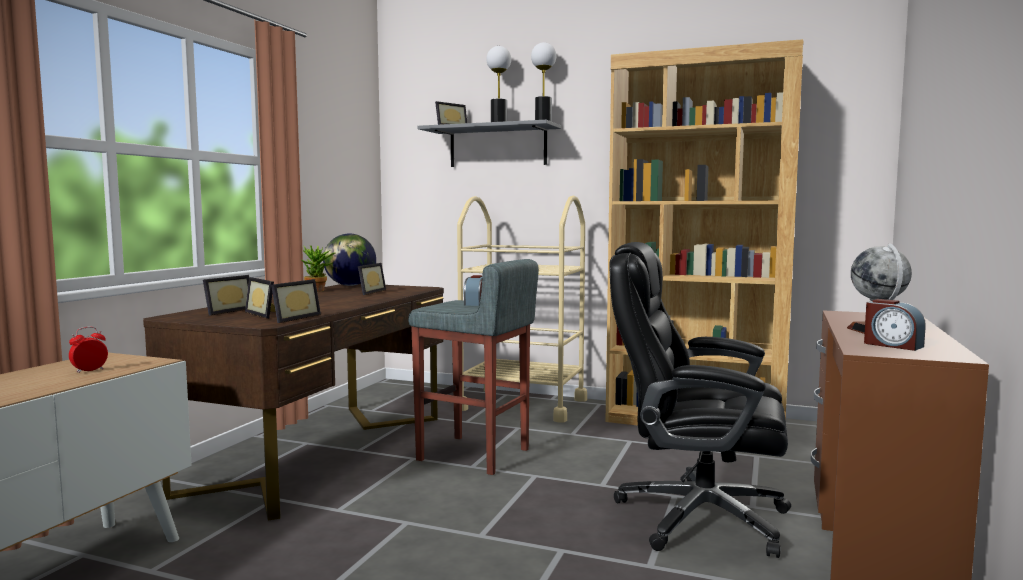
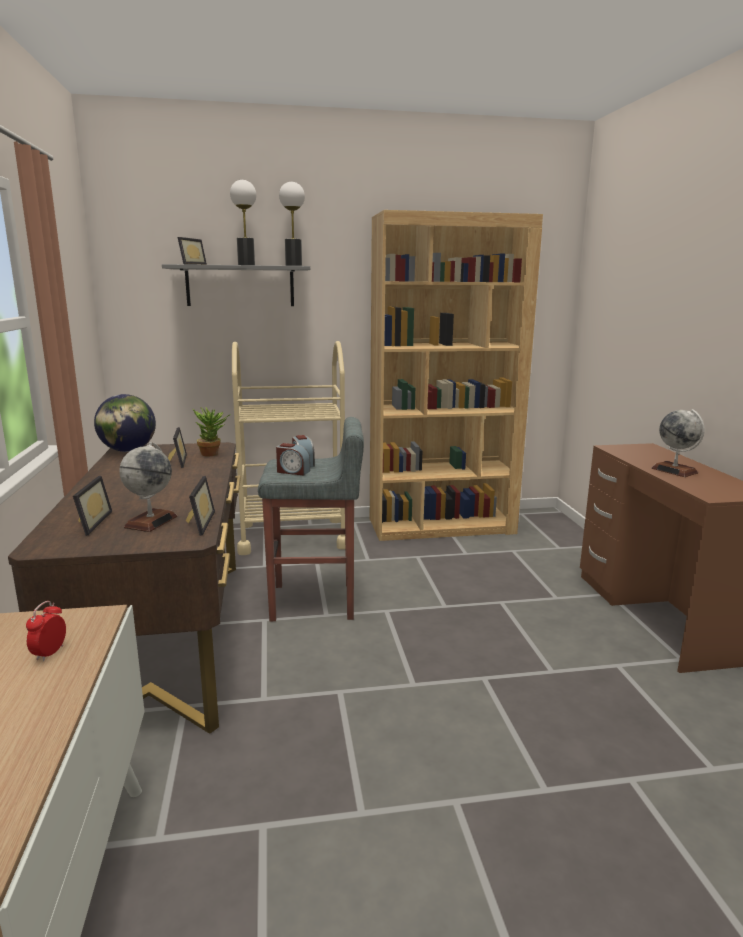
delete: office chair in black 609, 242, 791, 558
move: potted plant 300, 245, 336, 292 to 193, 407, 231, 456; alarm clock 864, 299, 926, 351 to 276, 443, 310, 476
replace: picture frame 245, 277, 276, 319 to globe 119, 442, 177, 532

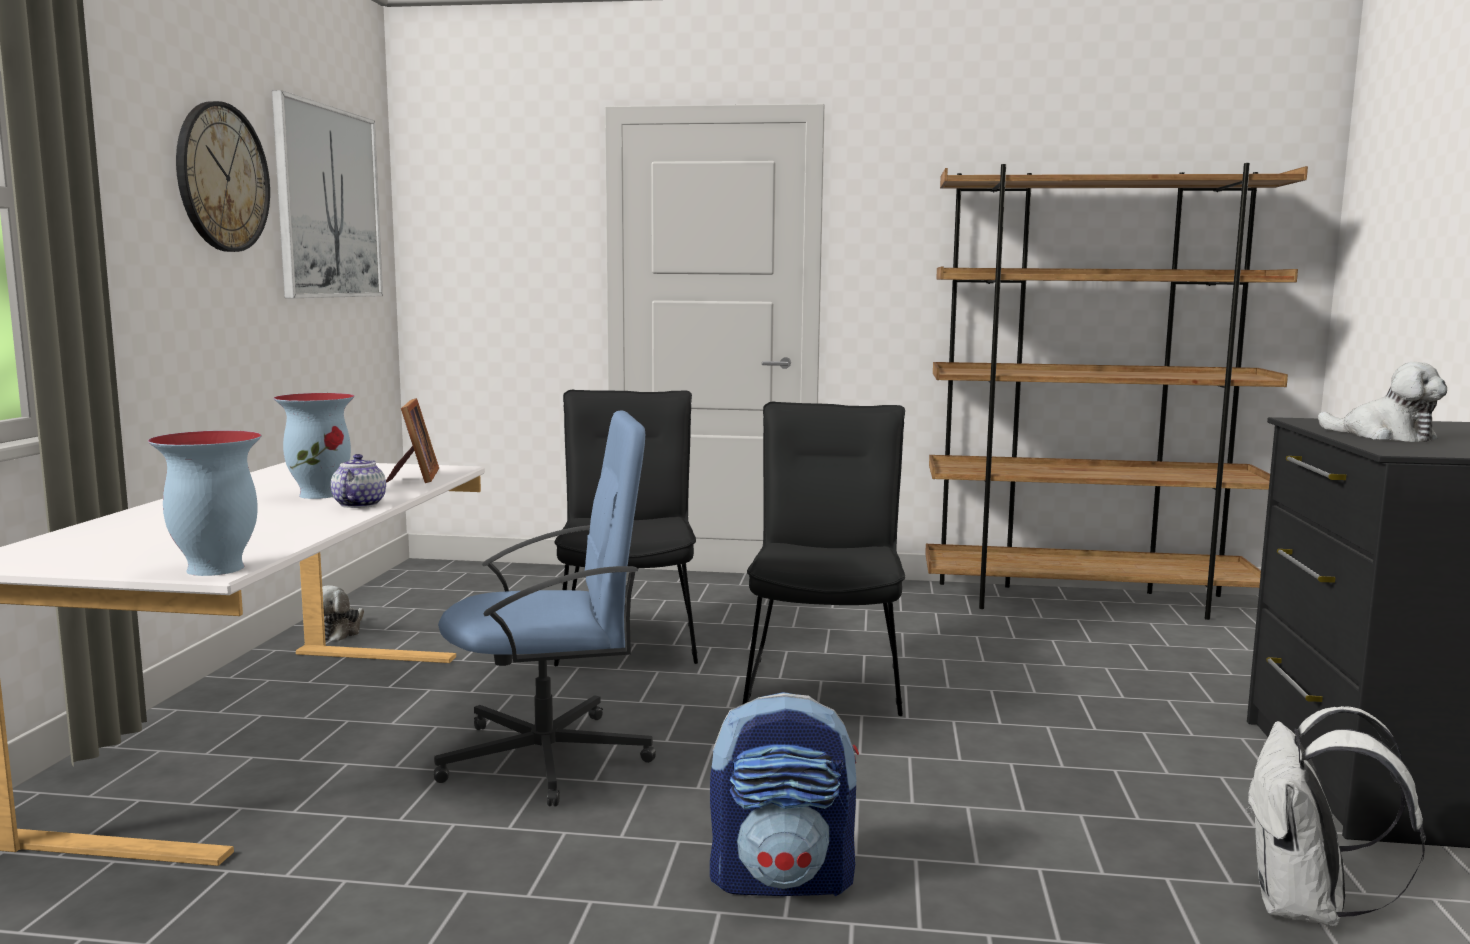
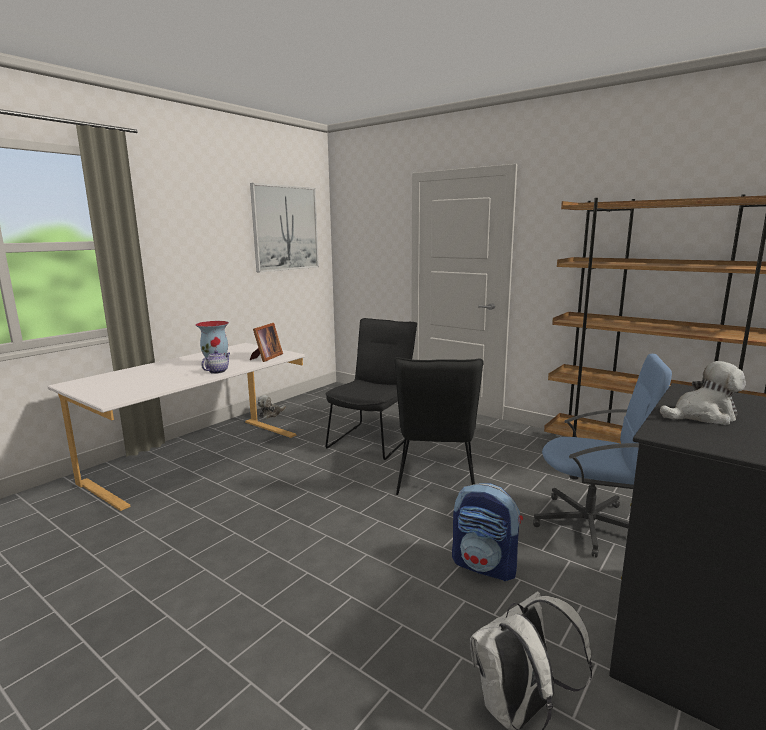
delete: vase 148, 430, 262, 576; wall clock 176, 101, 270, 252
move: office chair in blue 434, 411, 656, 807 to 533, 354, 672, 558; backpack 710, 692, 859, 896 to 452, 483, 523, 581
rotate: chair in black 742, 402, 905, 716 = 394, 357, 484, 495 150 degrees clockwise; plush toy 1318, 362, 1447, 442 = 660, 361, 746, 425 90 degrees counterclockwise

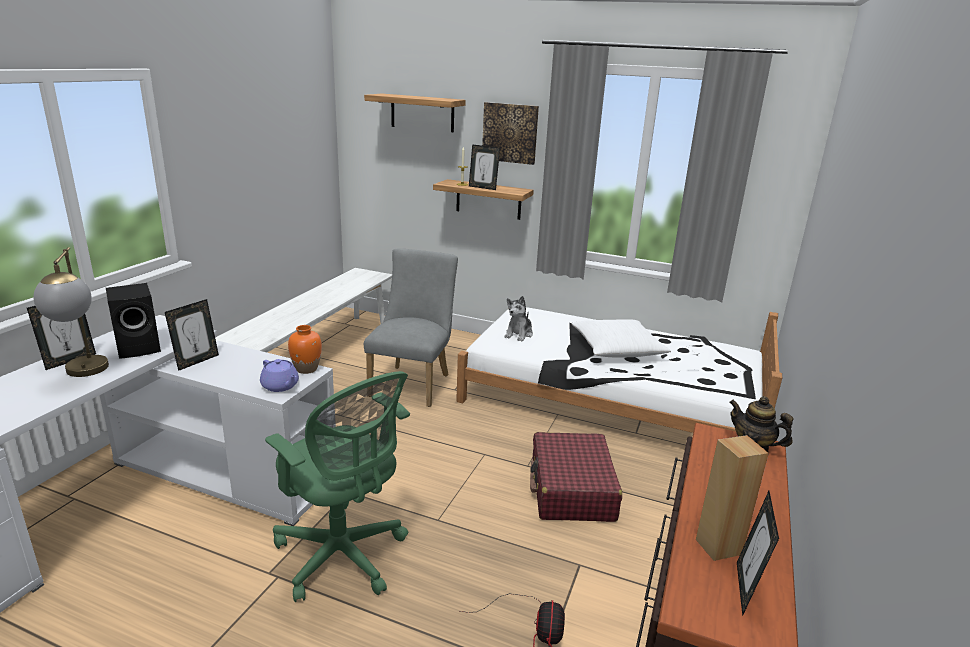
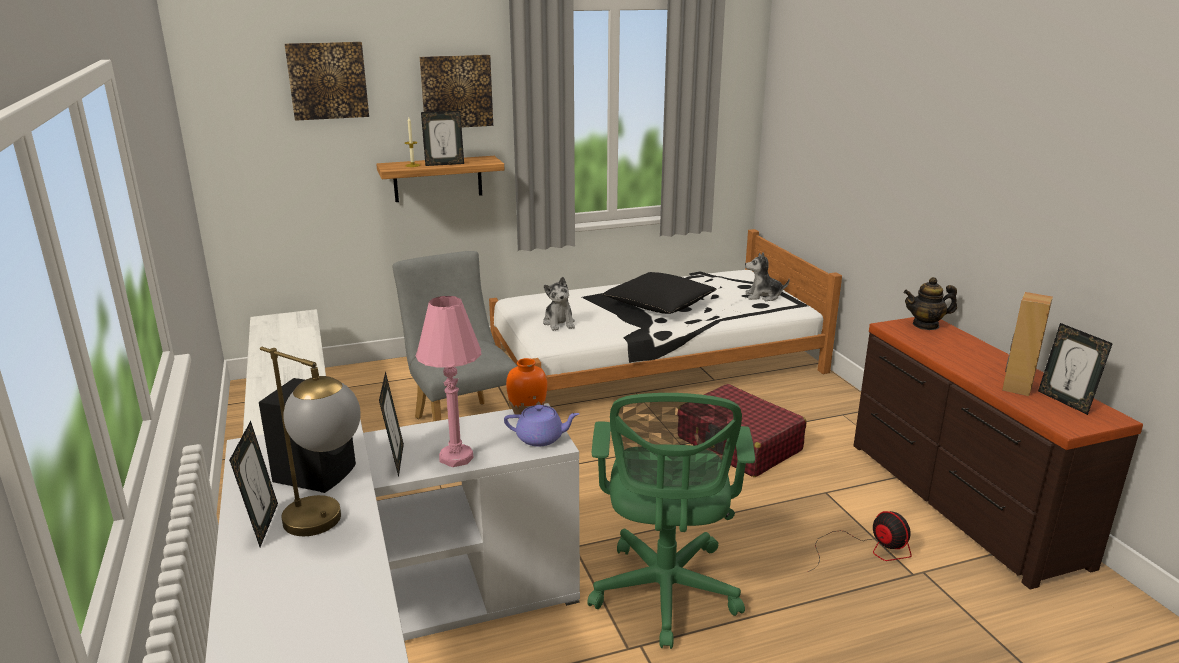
insert: table lamp in pink 416, 296, 482, 467; plush toy 745, 253, 790, 301
replace: shelf 364, 94, 466, 132 to picture 285, 42, 369, 121
recolor: pillow in white 572, 319, 671, 358 to pillow in black 603, 272, 716, 314
rotate: office chair in green 265, 371, 410, 602 = 587, 393, 755, 649 90 degrees clockwise

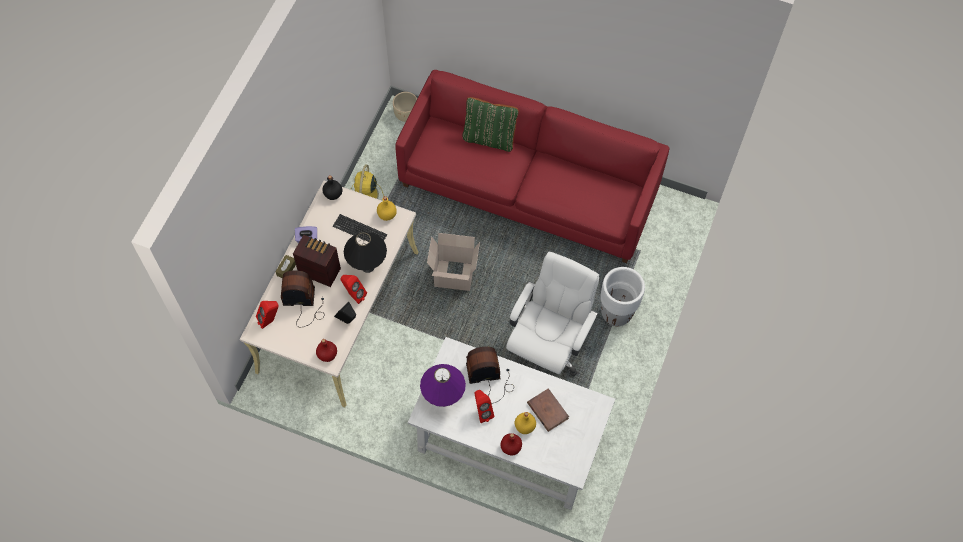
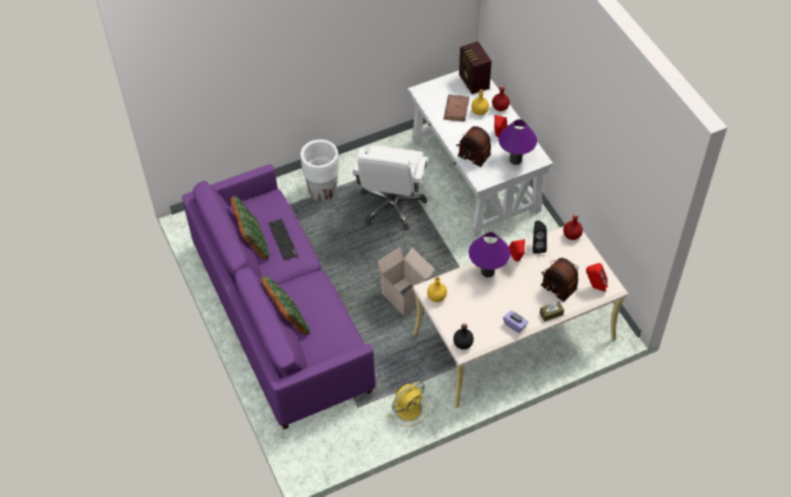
delete: planter in beige 393, 92, 417, 122
insert: pillow in green 231, 196, 270, 260
move: radio 293, 235, 341, 287 to 459, 41, 492, 94; keyboard 333, 214, 387, 242 to 268, 218, 298, 260
recolor: table lamp in black 344, 232, 387, 273 to table lamp in purple 469, 232, 510, 277; sofa in red 395, 70, 669, 263 to sofa in purple 182, 164, 376, 429
rotate: office chair in white 506, 252, 599, 376 = 353, 145, 427, 230 60 degrees counterclockwise

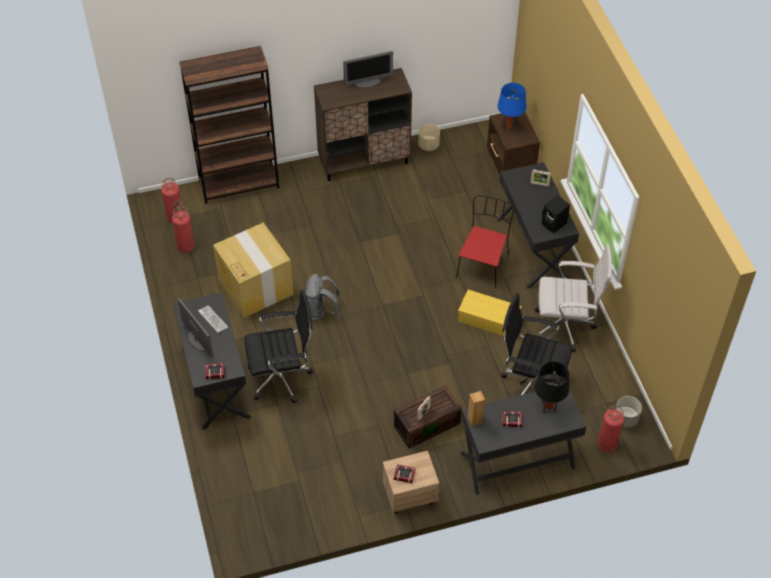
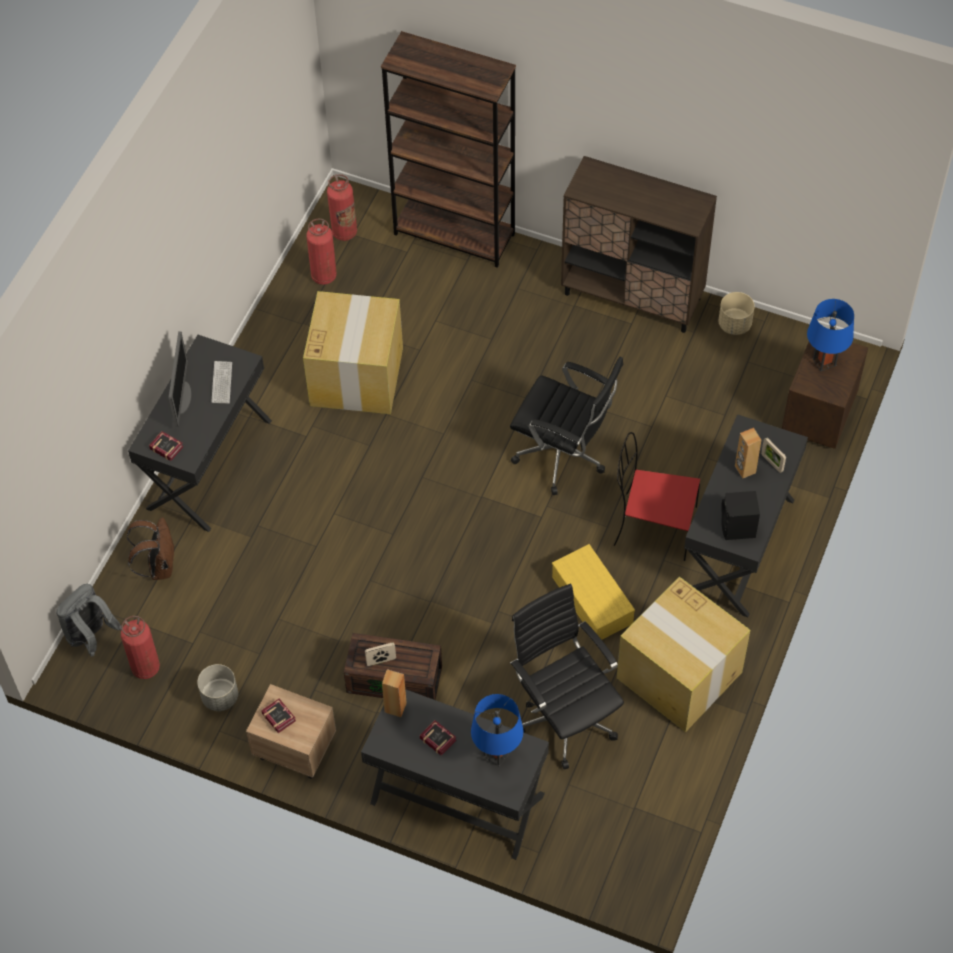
delete: monitor 343, 51, 393, 88
insert: backpack in brown 127, 517, 174, 580; speaker in brown 735, 428, 761, 479
move: office chair in black 244, 289, 313, 403 to 510, 357, 623, 495; backpack in grey 305, 274, 339, 321 to 56, 584, 122, 657; fire extinguisher 597, 406, 624, 452 to 121, 616, 160, 679; planter in grey 616, 396, 642, 428 to 197, 664, 238, 711
replace: office chair in white 535, 244, 612, 353 to cardboard box 617, 577, 750, 732
recolor: table lamp in black 535, 362, 569, 413 to table lamp in blue 471, 694, 523, 767
rotate: chair in red 456, 195, 514, 289 = 614, 432, 700, 561 135 degrees counterclockwise

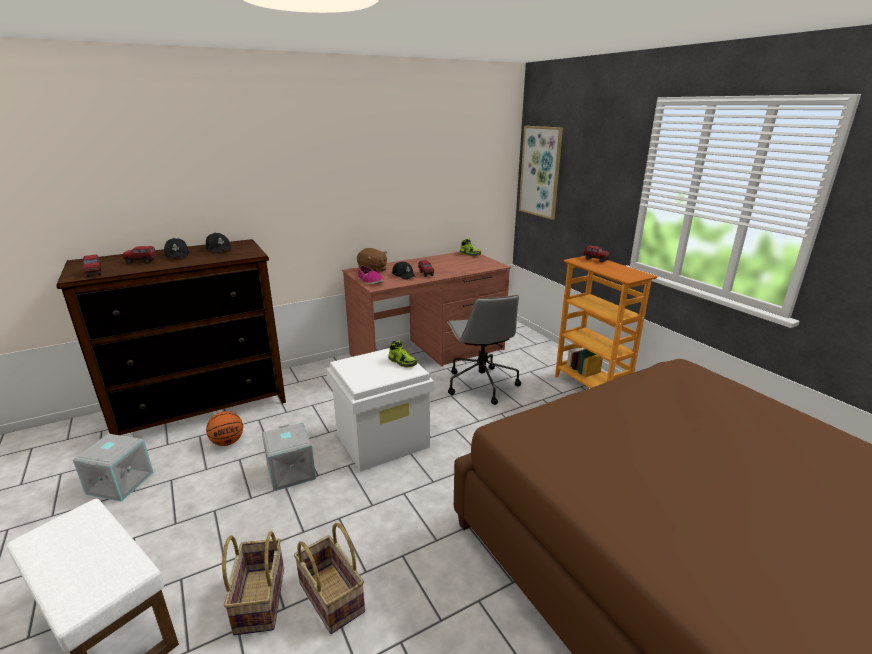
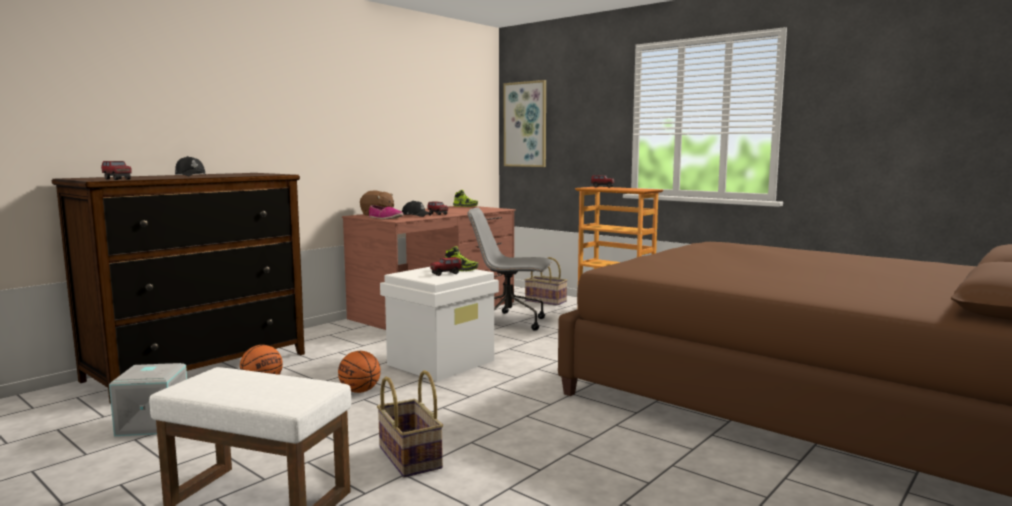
delete: cap in black 206, 233, 231, 253
move: toy truck 122, 246, 157, 264 to 430, 257, 462, 276; basket 294, 523, 365, 634 to 525, 257, 567, 305
replace: storage box in grey 262, 423, 316, 491 to basketball 338, 351, 381, 393
rotate: office chair in grey 447, 295, 521, 405 = 468, 208, 552, 331 135 degrees clockwise

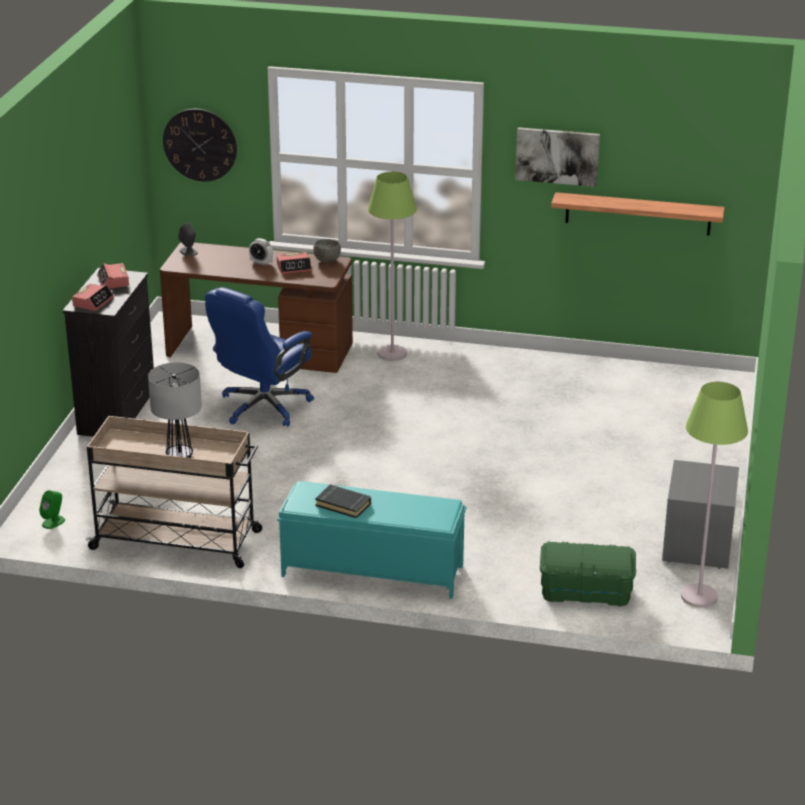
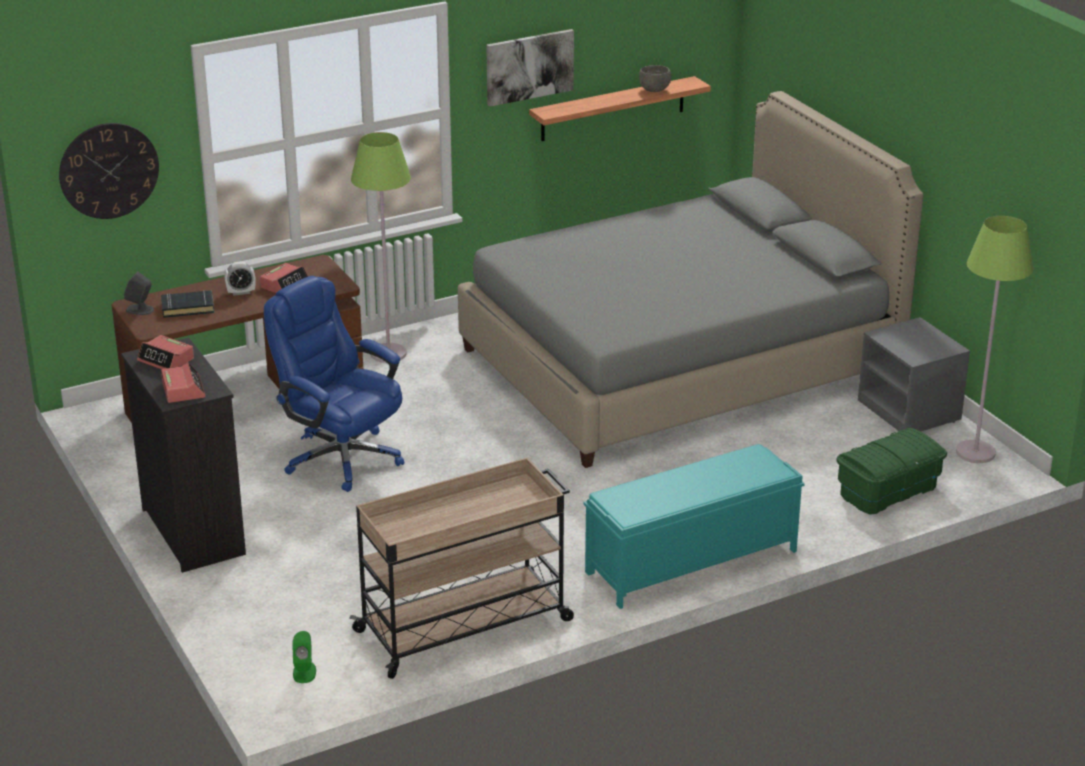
delete: table lamp 148, 362, 202, 458
insert: bed in grey 458, 91, 923, 468
move: bowl in grey 313, 239, 341, 263 to 639, 65, 671, 92; book in black 315, 485, 371, 518 to 161, 290, 215, 318
rotate: office chair in blue 205, 287, 314, 427 = 264, 276, 404, 492 135 degrees clockwise

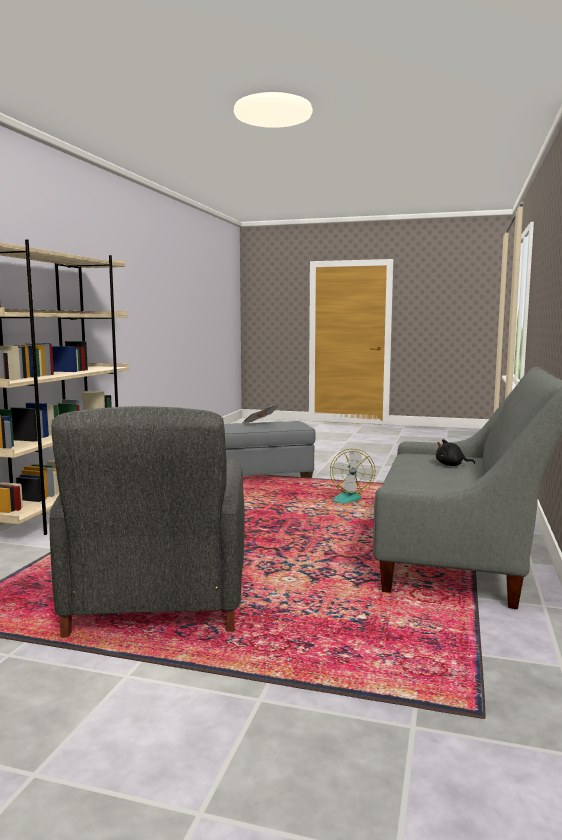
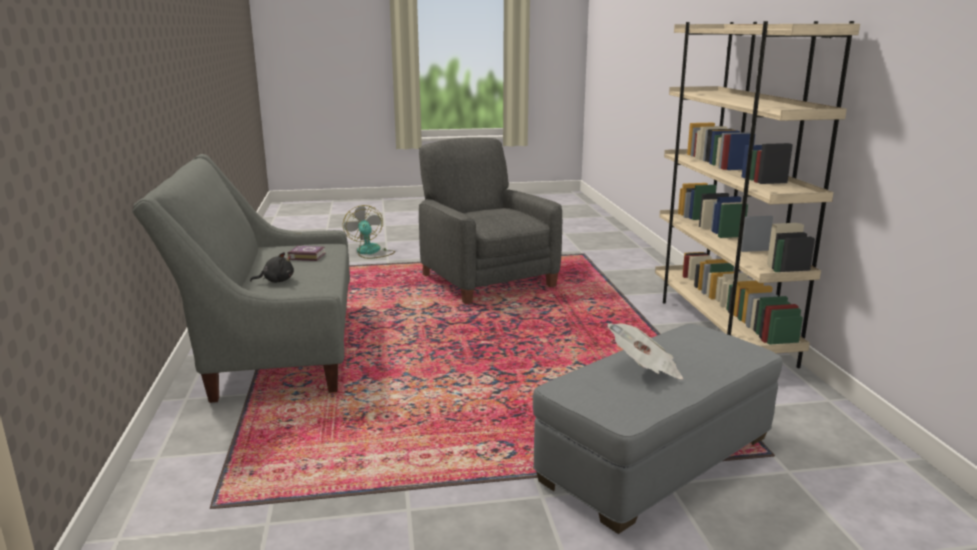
insert: book 288, 246, 326, 261
move: fan 329, 449, 375, 503 to 343, 205, 395, 259

